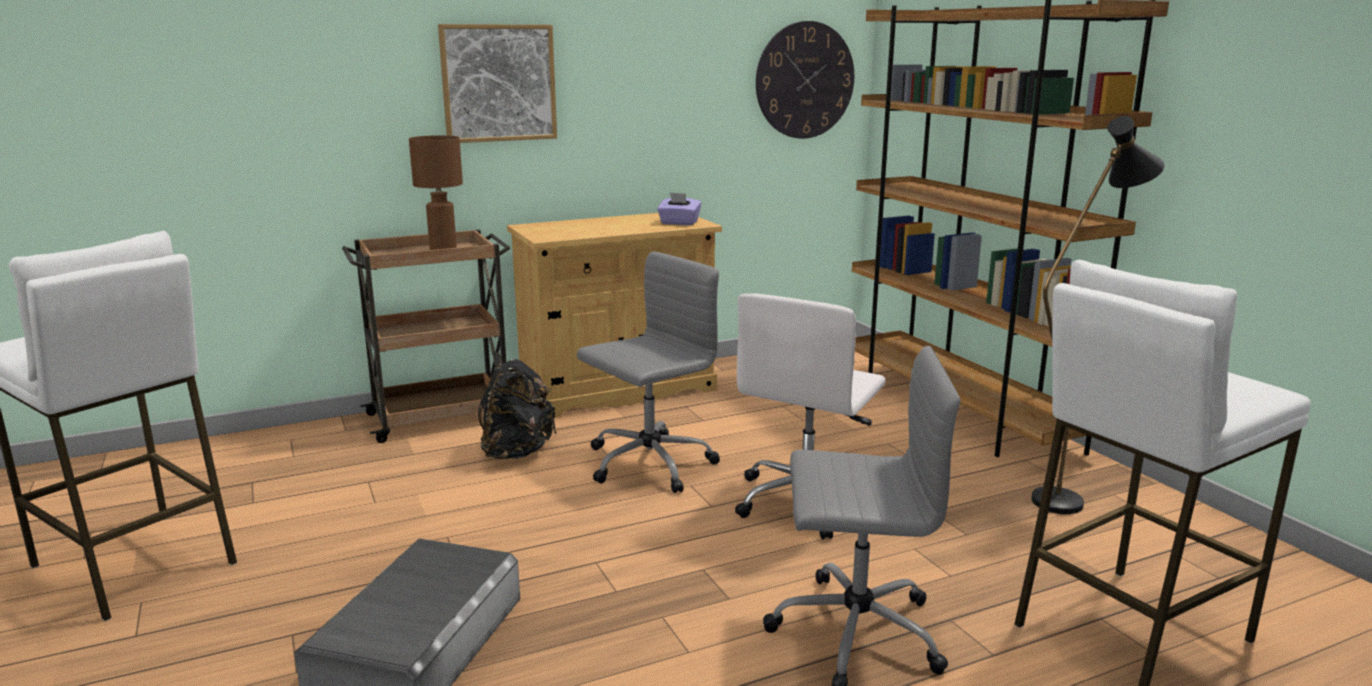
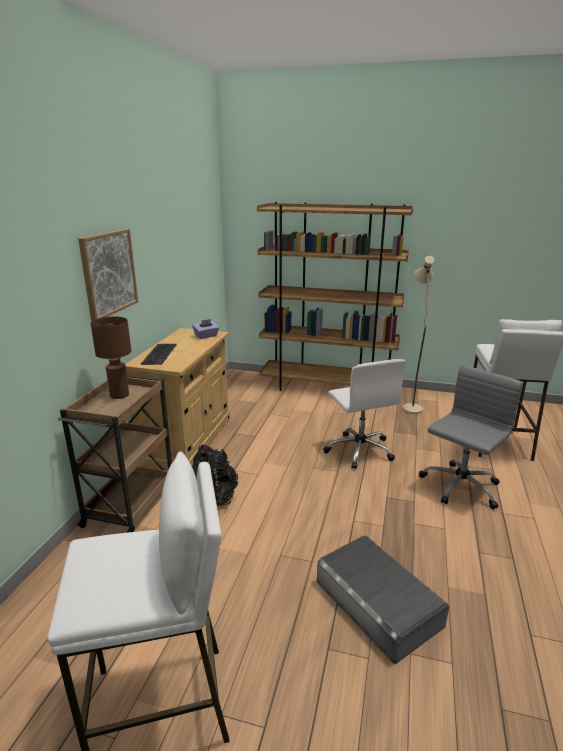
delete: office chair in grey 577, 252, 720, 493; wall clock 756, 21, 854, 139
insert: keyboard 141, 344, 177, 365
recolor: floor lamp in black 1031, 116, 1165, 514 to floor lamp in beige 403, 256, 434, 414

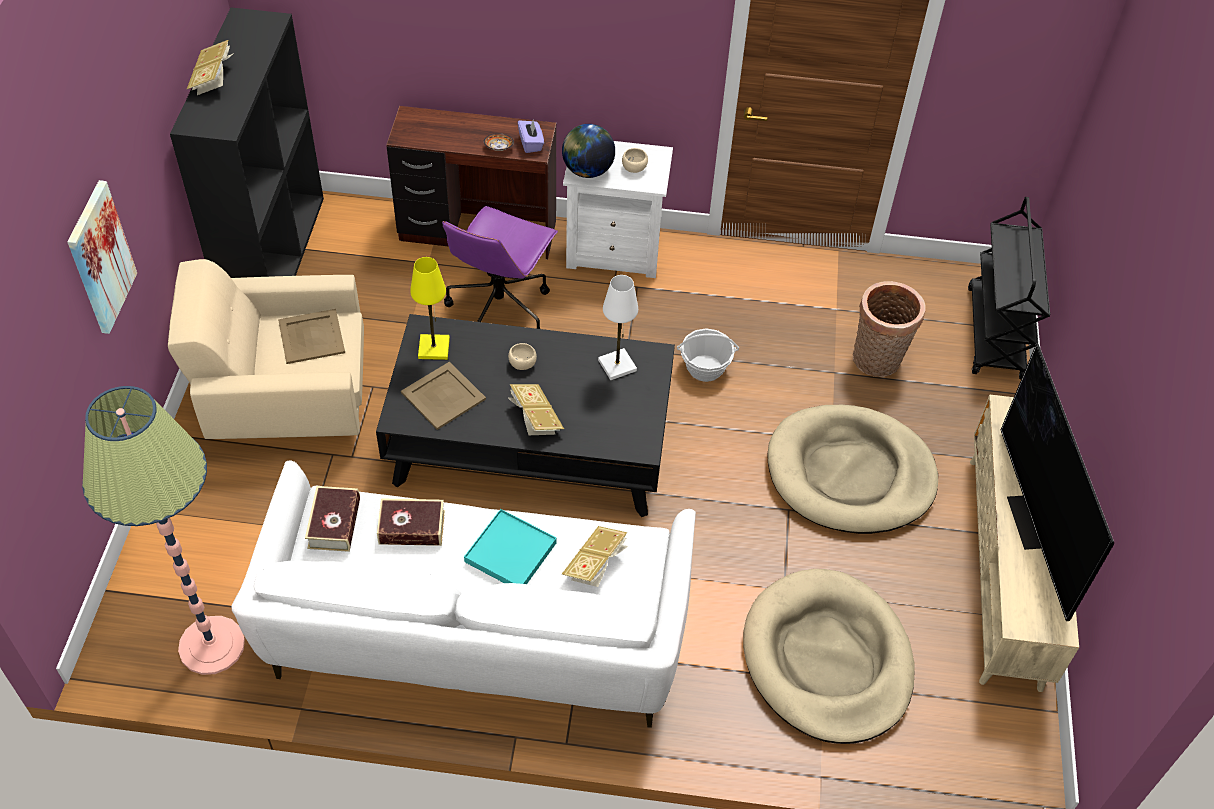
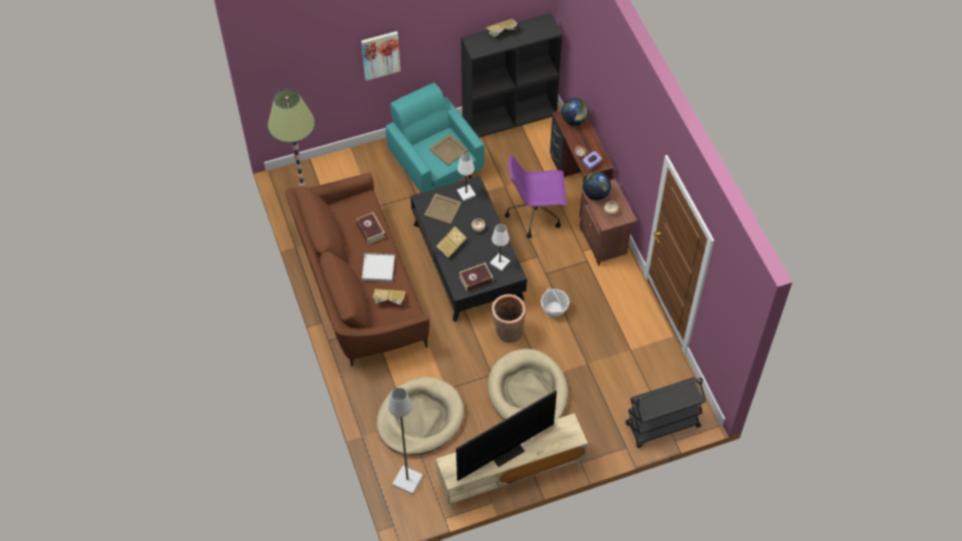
insert: floor lamp in grey 388, 388, 423, 495; globe 561, 98, 589, 126
move: book 305, 486, 360, 552 to 459, 263, 493, 292; basket 853, 281, 926, 377 to 491, 294, 526, 343
recolor: armchair in beige 168, 259, 364, 439 to armchair in turquoise 386, 83, 485, 193; sofa in white 231, 460, 696, 728 to sofa in brown 286, 173, 430, 367; table lamp in yellow 410, 257, 450, 360 to table lamp in white 457, 153, 476, 201; tray in turquoise 464, 509, 557, 584 to tray in white 362, 253, 395, 282; nightstand in white 563, 141, 673, 278 to nightstand in brown 580, 179, 637, 266

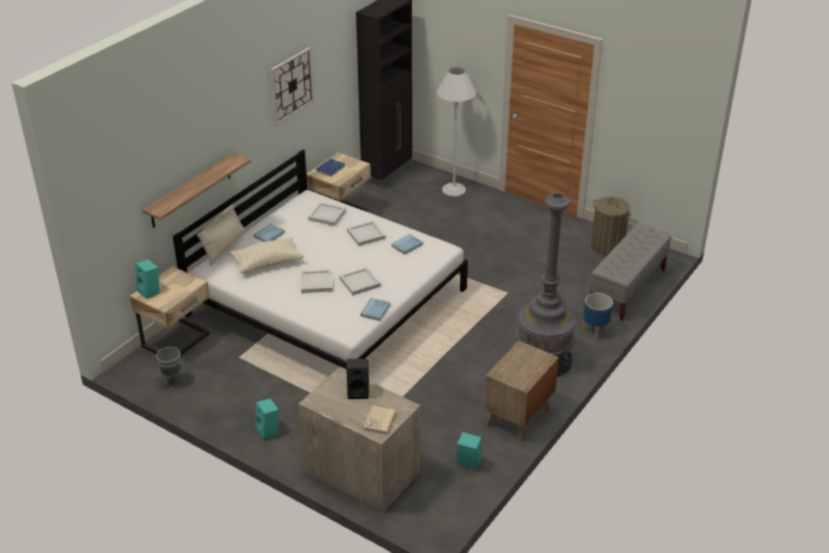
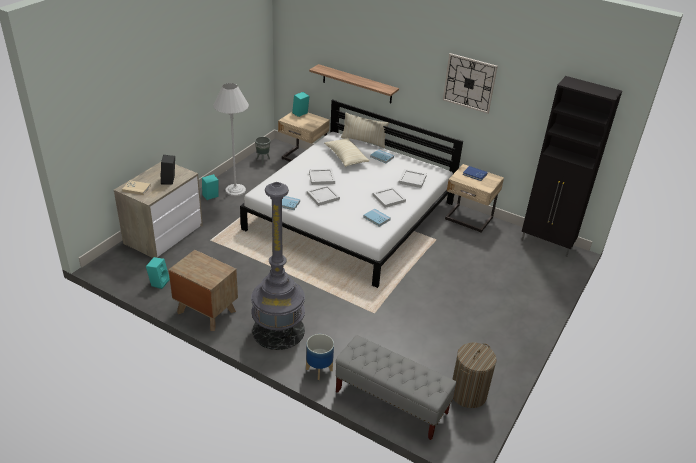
move: floor lamp in white 436, 67, 476, 197 to 213, 83, 249, 196

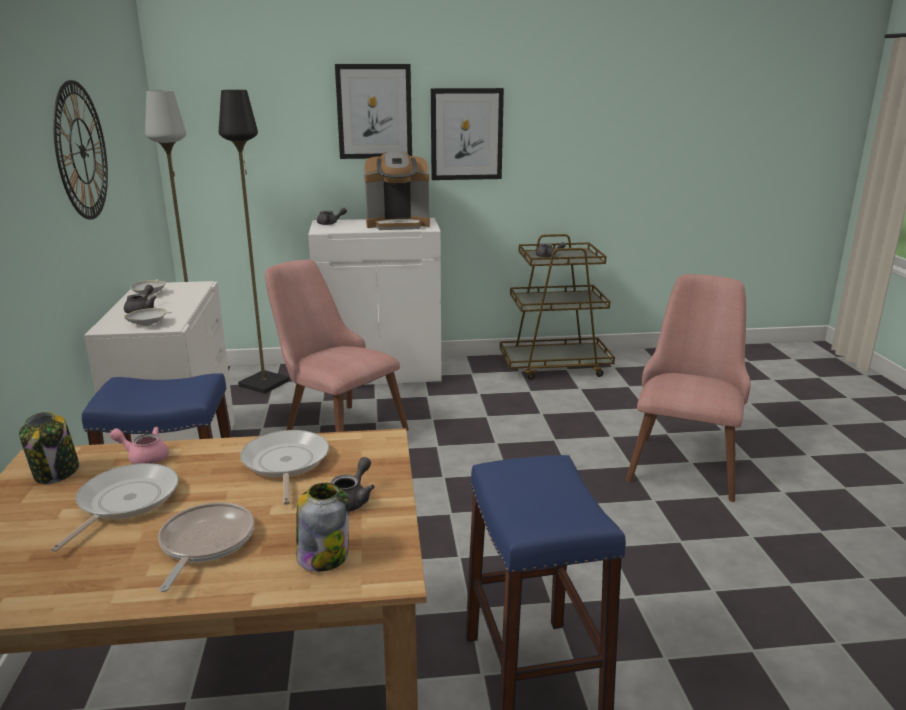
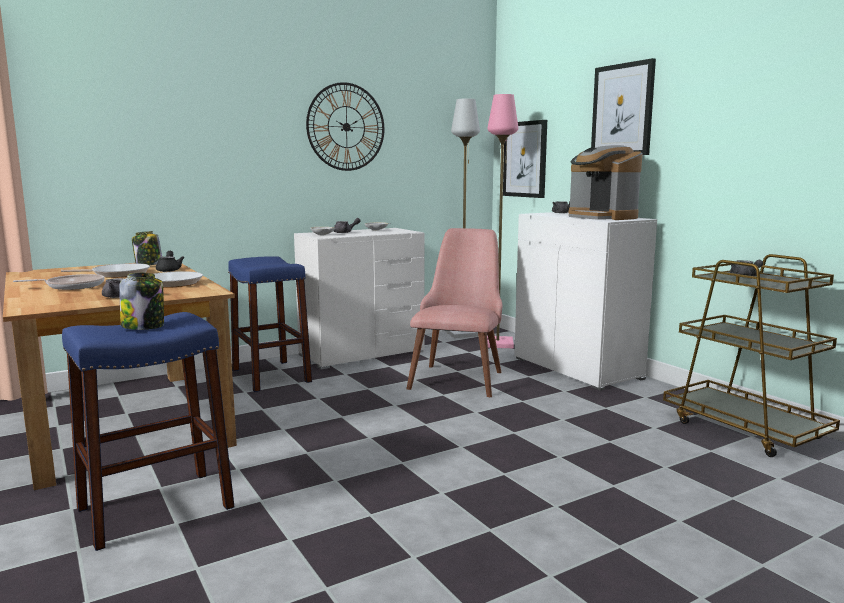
delete: chair in pink 626, 274, 751, 502
move: jar 296, 483, 349, 572 to 119, 273, 164, 330; picture 431, 88, 504, 180 to 503, 120, 547, 198
recolor: teapot in pink 110, 427, 169, 464 to teapot in black 156, 251, 185, 272; floor lamp in black 219, 90, 289, 394 to floor lamp in pink 487, 94, 518, 348

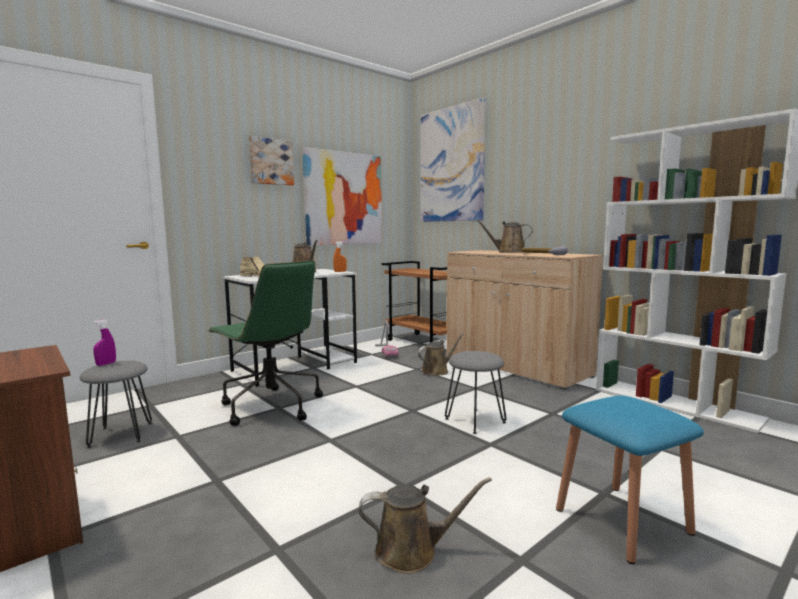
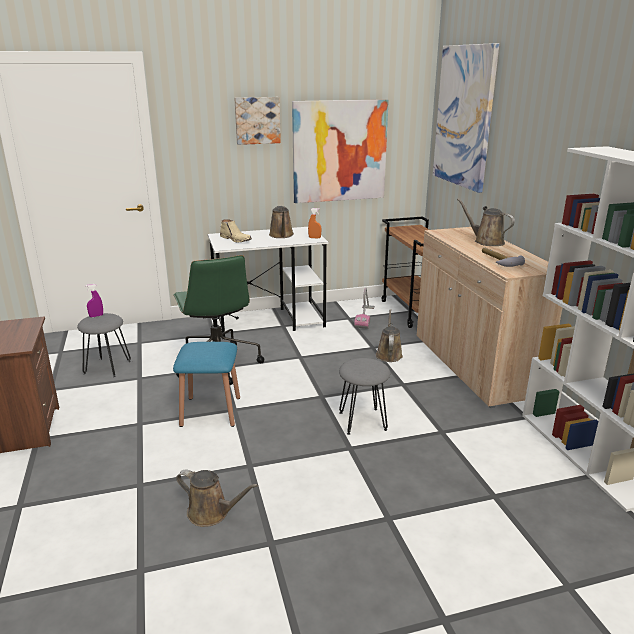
move: stool in blue 556, 395, 704, 564 to 173, 342, 240, 427
rotate: watering can in brown 418, 333, 464, 376 = 376, 309, 403, 362 75 degrees counterclockwise

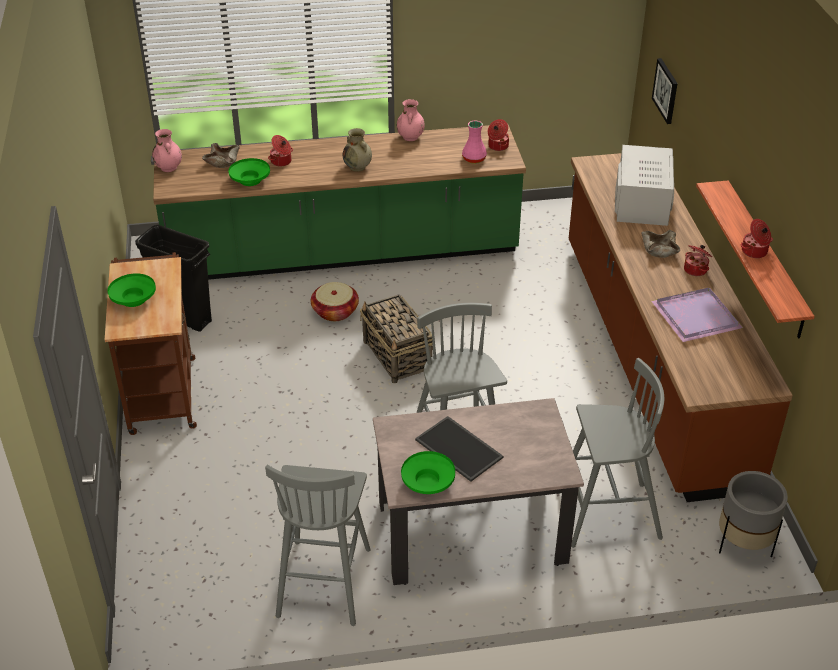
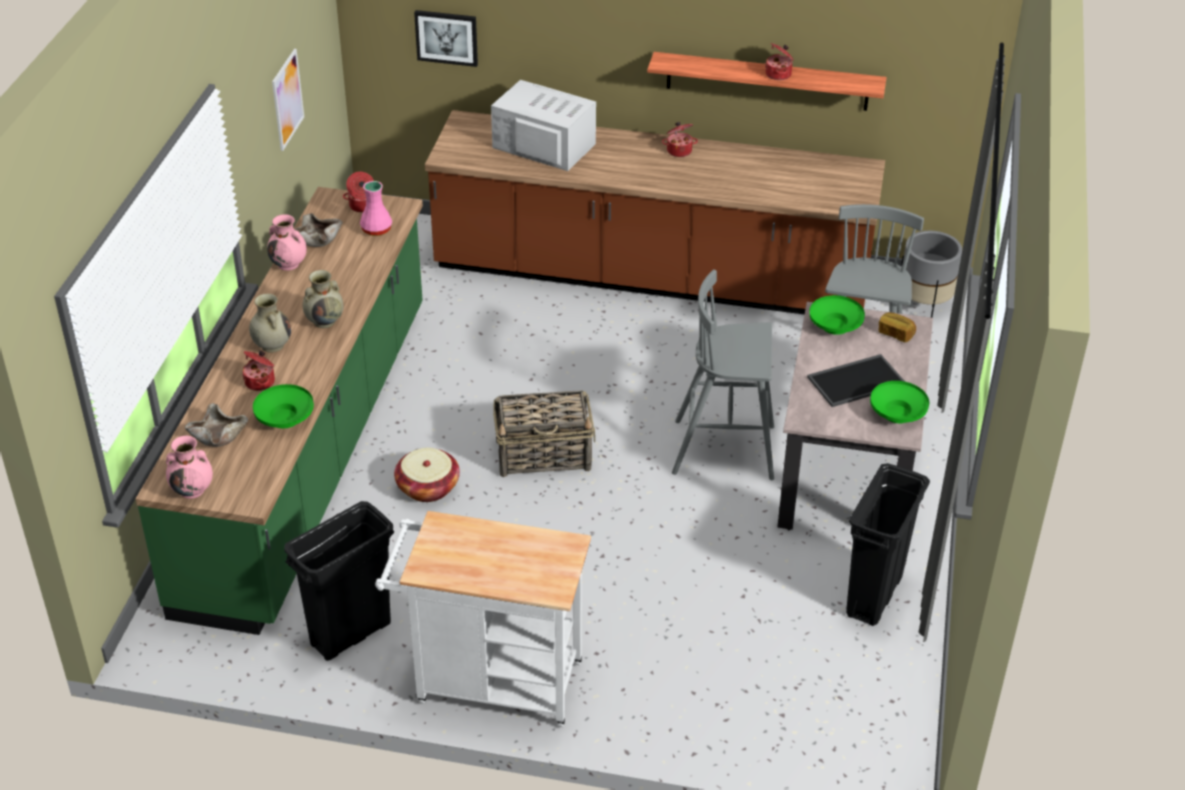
delete: tray in purple 651, 288, 743, 342
insert: vase in beige 249, 293, 291, 352; picture 272, 49, 304, 151; bread 878, 312, 916, 342
move: bowl in green 107, 274, 156, 307 to 809, 295, 865, 335; bowl in beige 641, 230, 680, 258 to 294, 213, 343, 247
replace: stool in grey 265, 465, 371, 626 to trash can in black 846, 463, 930, 626
recolor: cart in brown 105, 252, 197, 435 to cart in white 375, 511, 591, 727

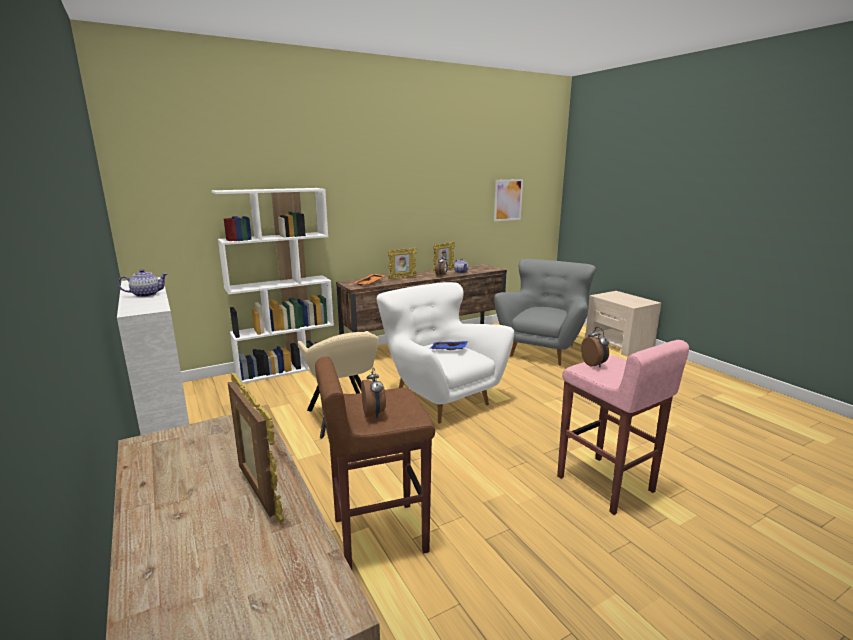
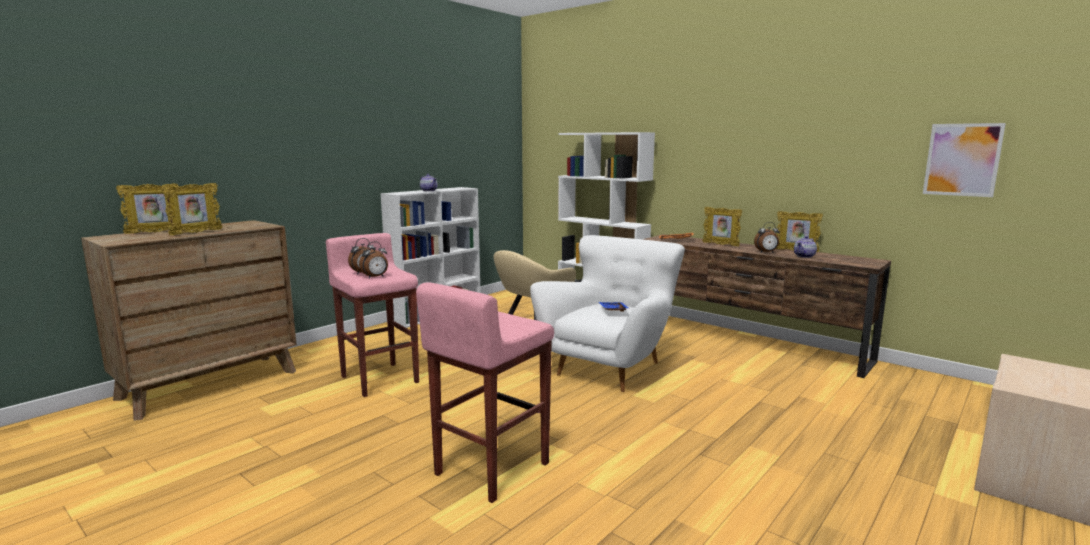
delete: armchair in grey 494, 259, 596, 366
insert: picture frame 116, 184, 179, 234
move: alarm clock 581, 327, 609, 368 to 359, 242, 388, 278
recolor: stool in brown 315, 357, 435, 570 to stool in pink 326, 233, 419, 397

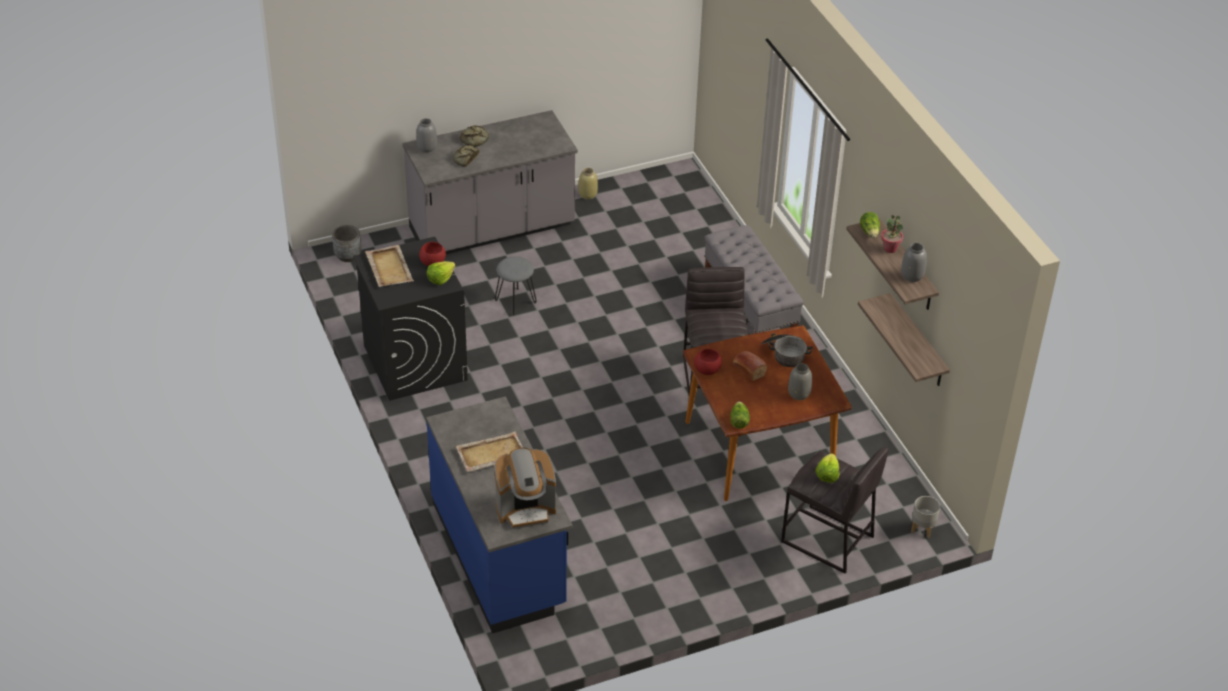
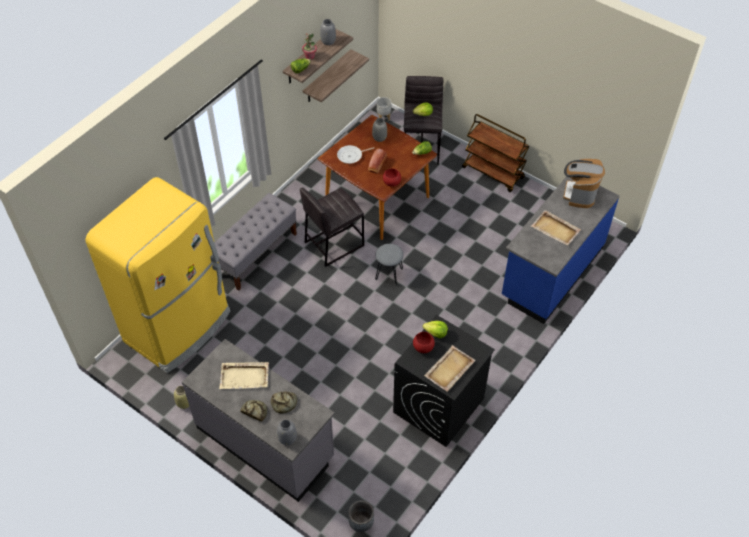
insert: fridge in yellow 85, 177, 230, 373; tray in beige 219, 362, 269, 389; cart in brown 462, 114, 529, 192
move: stool in grey 495, 256, 537, 315 to 375, 244, 404, 285
replace: cooking pot 761, 333, 813, 367 to frying pan 337, 145, 374, 164
rotate: coffee machine 494, 448, 556, 529 = 563, 159, 605, 208 120 degrees counterclockwise

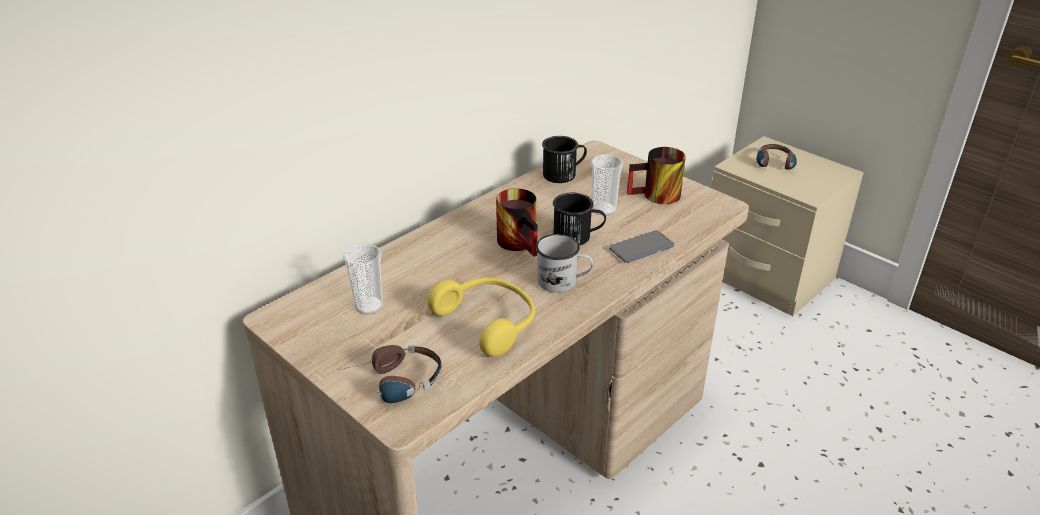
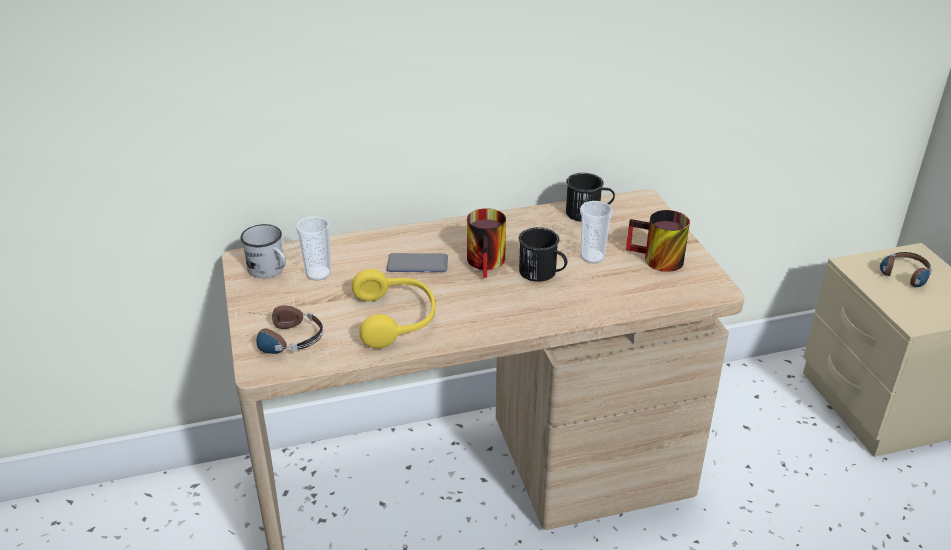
move: mug in white 536, 234, 593, 293 to 240, 224, 286, 278; phone 609, 230, 674, 263 to 387, 253, 448, 272

